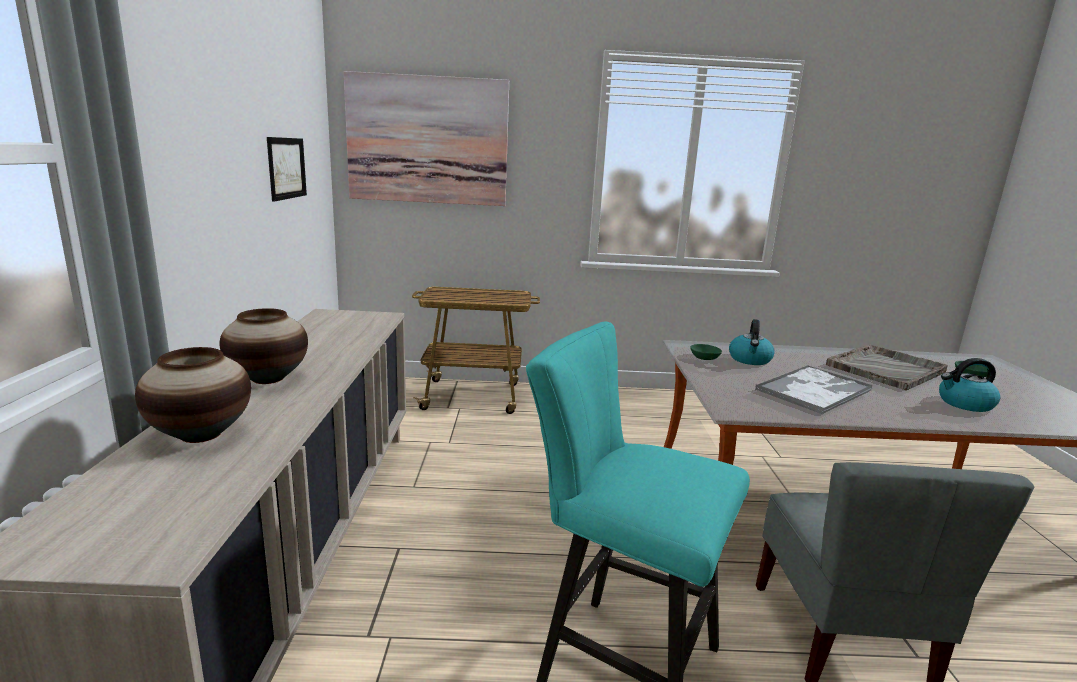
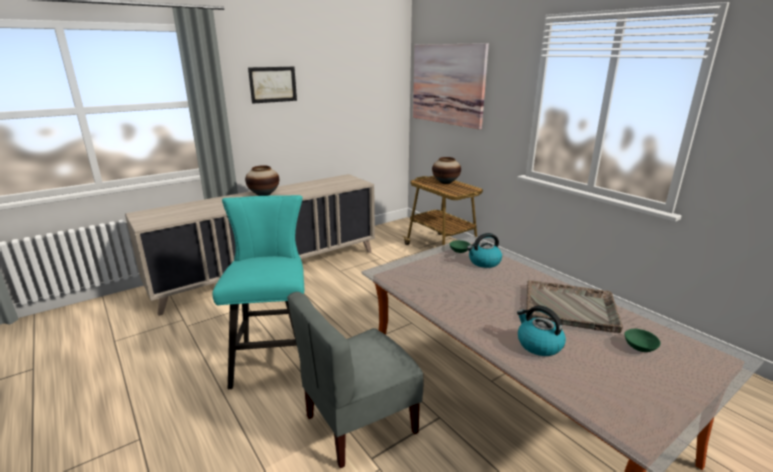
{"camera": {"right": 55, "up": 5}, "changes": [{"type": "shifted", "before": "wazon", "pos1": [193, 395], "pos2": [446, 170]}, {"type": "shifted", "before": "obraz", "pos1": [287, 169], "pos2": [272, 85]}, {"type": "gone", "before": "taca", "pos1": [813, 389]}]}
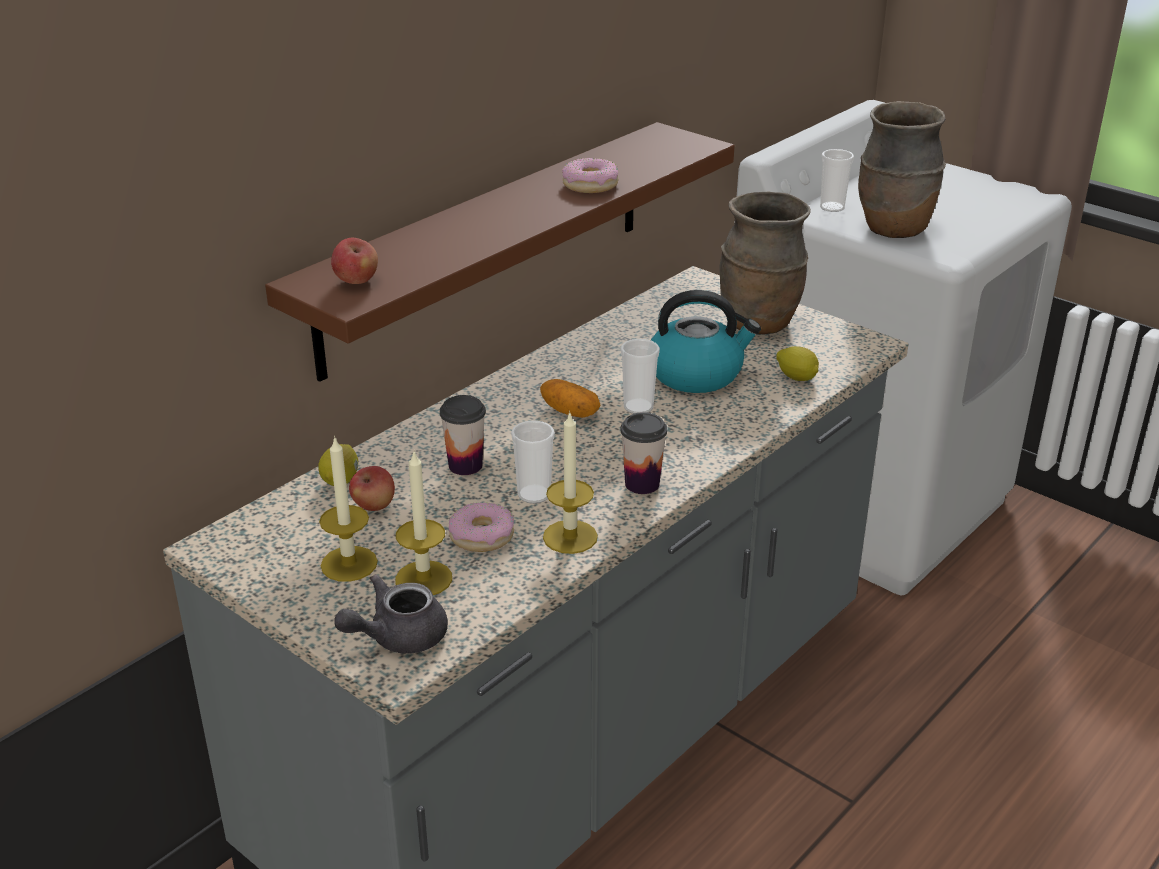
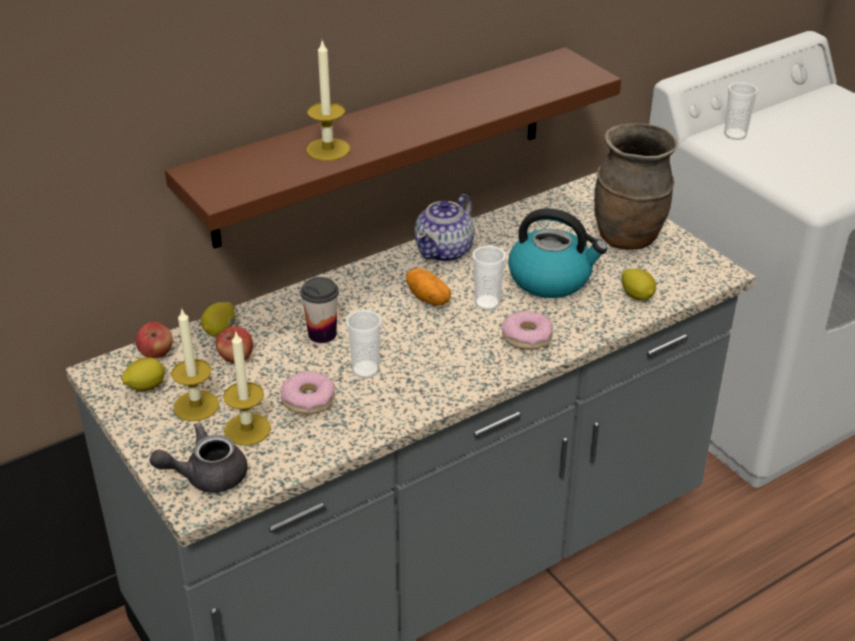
{"camera": {"right": 15, "up": 5}, "changes": [{"type": "shifted", "before": "jabłko", "pos1": [354, 261], "pos2": [154, 340]}, {"type": "shifted", "before": "świeca", "pos1": [570, 482], "pos2": [328, 101]}, {"type": "shifted", "before": "donut", "pos1": [590, 175], "pos2": [527, 330]}, {"type": "gone", "before": "filiżanka", "pos1": [643, 453]}, {"type": "gone", "before": "wazon (brązowy)", "pos1": [902, 169]}, {"type": "new", "after": "cytryna", "pos2": [143, 374]}, {"type": "new", "after": "imbryk", "pos2": [444, 228]}]}
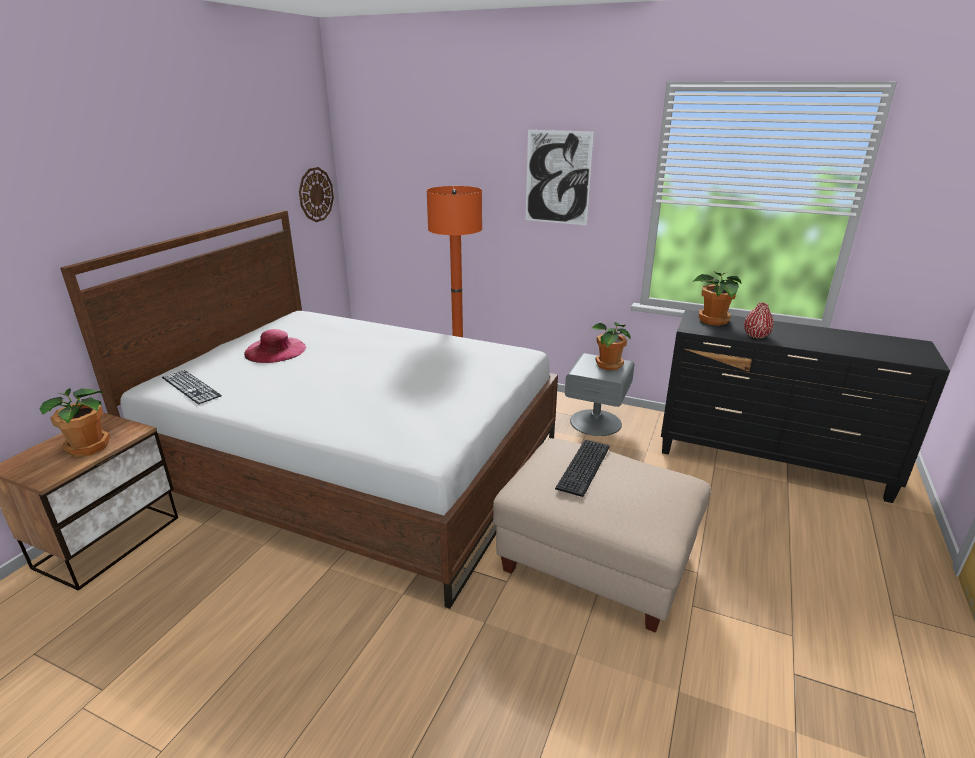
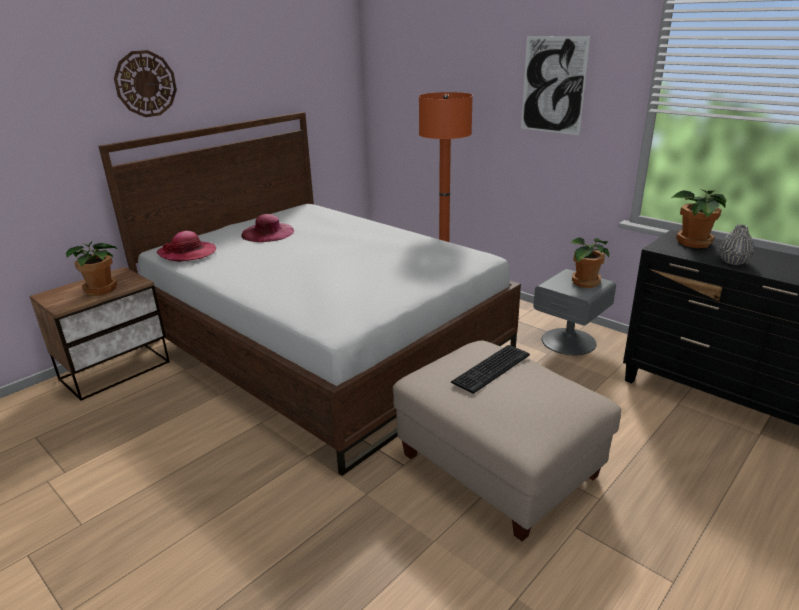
{"camera": {"right": 20, "up": 0}, "changes": [{"type": "swapped", "before": "klawiatura", "after": "kapelusz", "pos1": [192, 387], "pos2": [186, 246]}, {"type": "shifted", "before": "zegar ścienny", "pos1": [316, 194], "pos2": [145, 83]}, {"type": "repainted", "before": "wazon (czerwony)", "after": "wazon (szary)", "pos1": [759, 320], "pos2": [736, 245]}]}
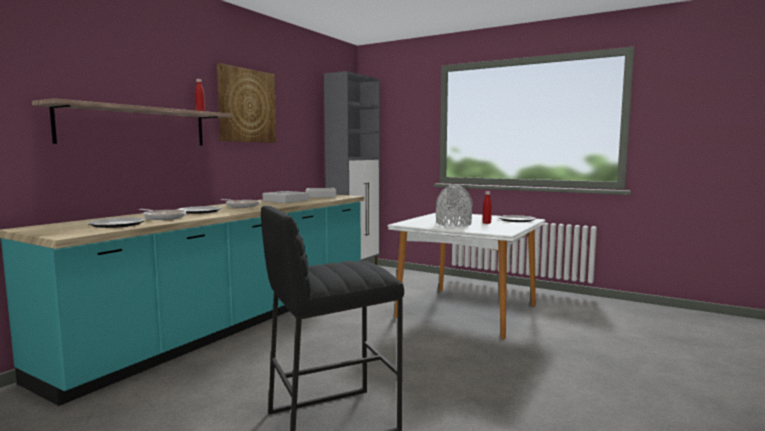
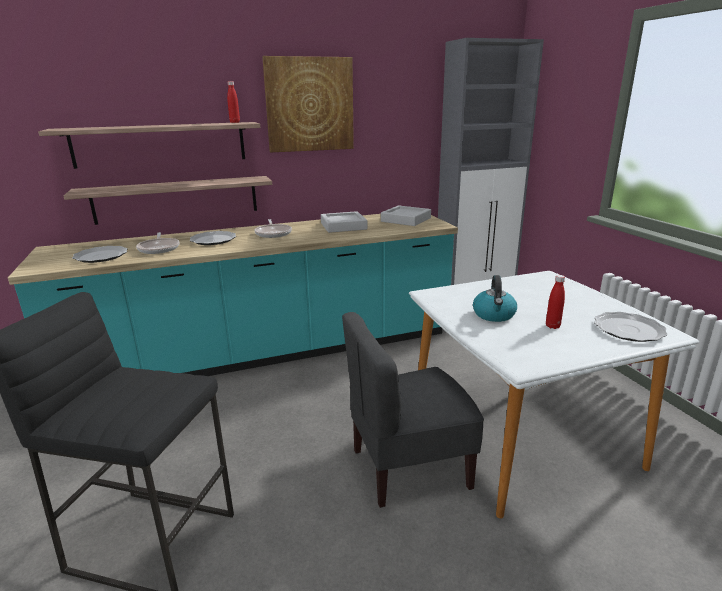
{"camera": {"right": 40, "up": 15}, "changes": [{"type": "swapped", "before": "wazon (szary)", "after": "czajnik", "pos1": [454, 206], "pos2": [495, 298]}, {"type": "new", "after": "półka", "pos2": [168, 200]}, {"type": "new", "after": "krzesło (szary)", "pos2": [413, 410]}]}
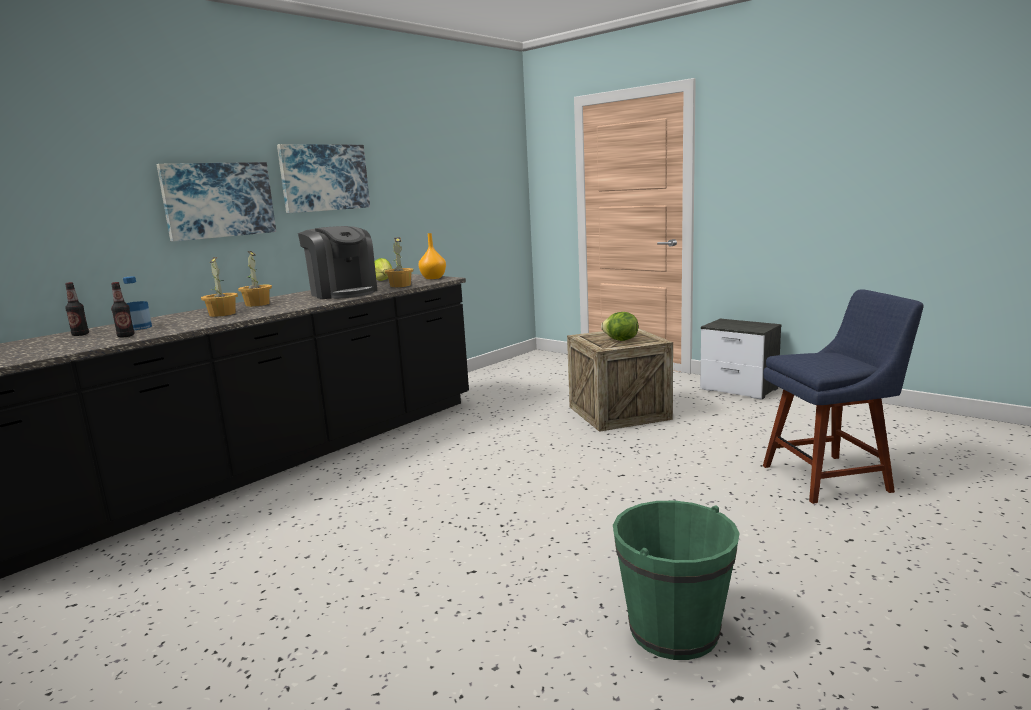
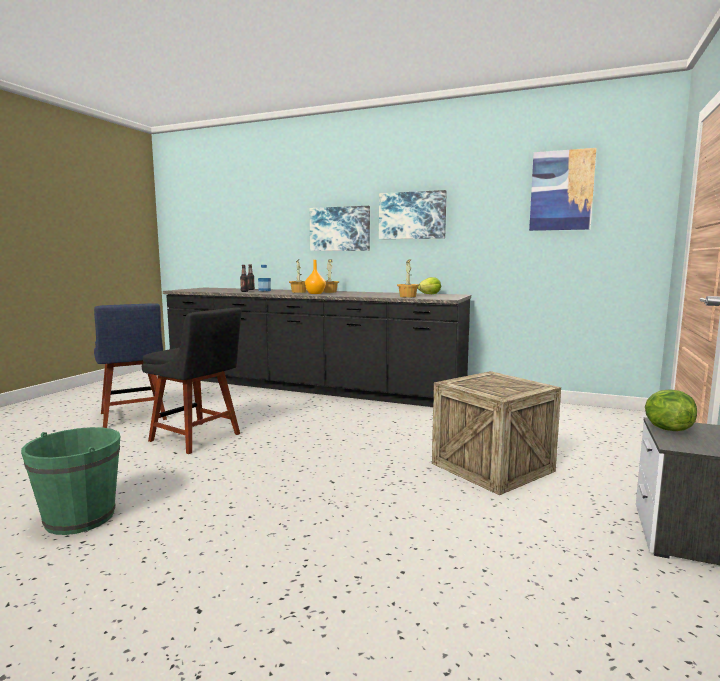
{"camera": {"right": 70, "up": -5}, "changes": [{"type": "gone", "before": "ekspres do kawy", "pos1": [337, 262]}, {"type": "shifted", "before": "wazon (pomarańczowy)", "pos1": [432, 256], "pos2": [315, 277]}, {"type": "shifted", "before": "sałata", "pos1": [619, 326], "pos2": [671, 410]}, {"type": "shifted", "before": "krzesło (niebieski)", "pos1": [843, 396], "pos2": [130, 365]}, {"type": "new", "after": "krzesło (czarny)", "pos2": [192, 381]}, {"type": "new", "after": "obraz", "pos2": [562, 189]}]}
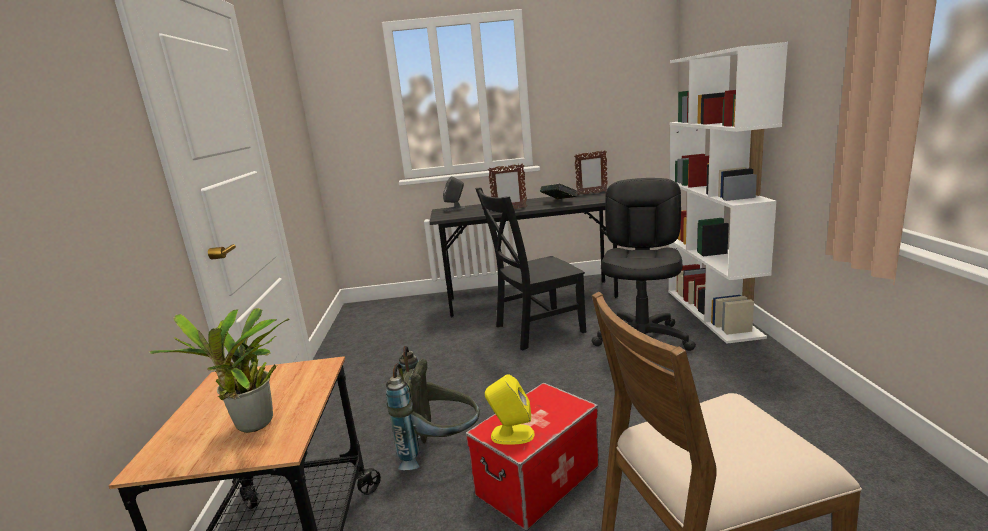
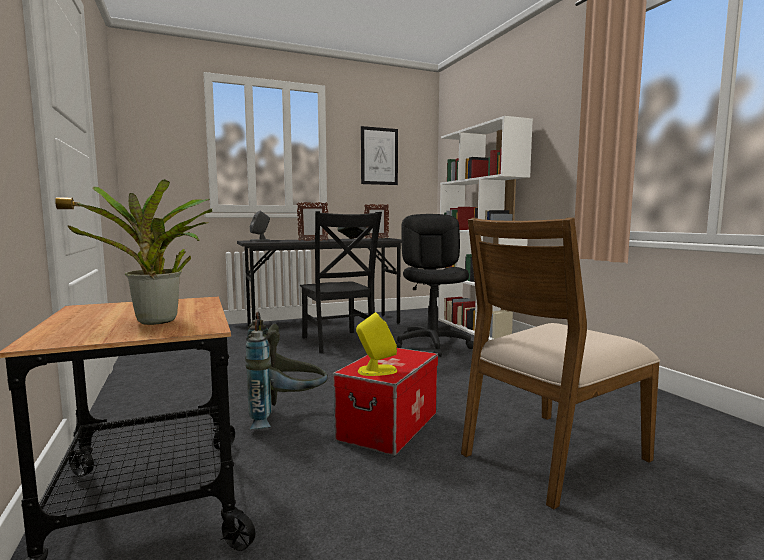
{"camera": {"right": -20, "up": -10}, "changes": [{"type": "rotated", "before": "krzesło (czarny)", "pos1": [530, 268], "pos2": [341, 282], "turn": -75}, {"type": "new", "after": "obraz", "pos2": [379, 155]}]}
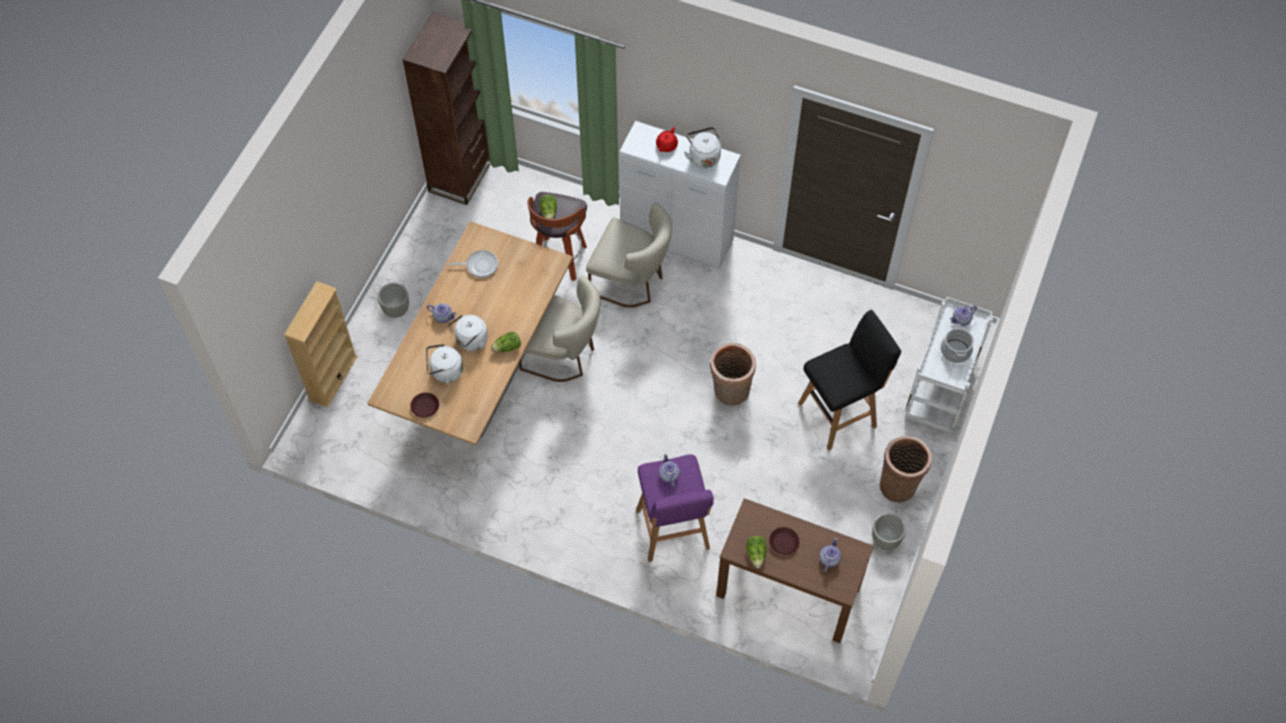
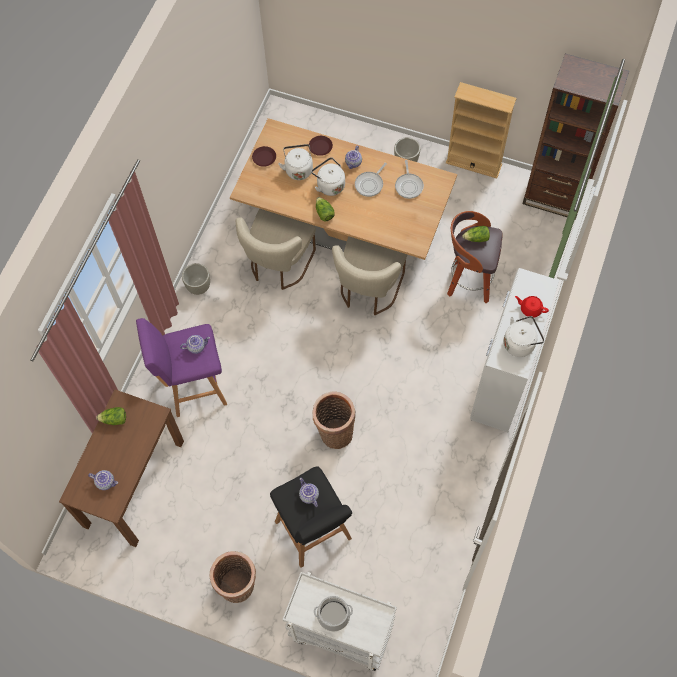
{"camera": {"right": 90, "up": 5}, "changes": [{"type": "shifted", "before": "regał (beżowy)", "pos1": [320, 344], "pos2": [481, 130]}, {"type": "shifted", "before": "krzesło (beżowy)", "pos1": [629, 255], "pos2": [276, 249]}, {"type": "shifted", "before": "talerz (brązowy)", "pos1": [784, 541], "pos2": [321, 146]}, {"type": "shifted", "before": "donica (szary)", "pos1": [889, 531], "pos2": [196, 279]}, {"type": "shifted", "before": "imbryk", "pos1": [963, 316], "pos2": [309, 492]}, {"type": "new", "after": "patelnia", "pos2": [371, 180]}]}
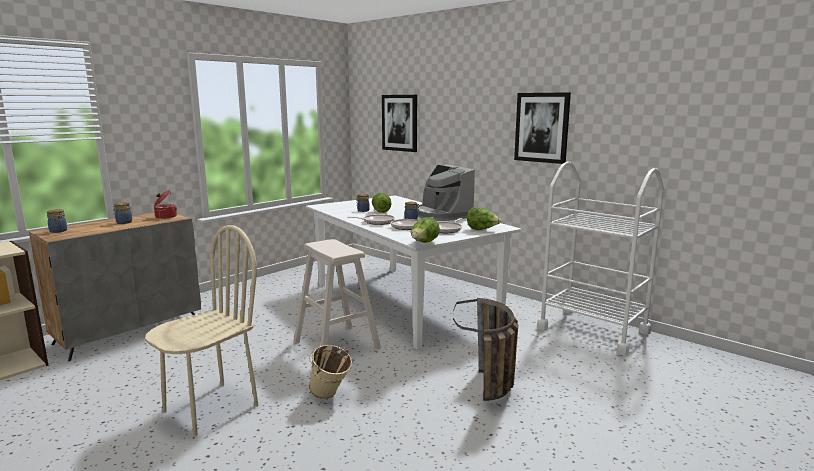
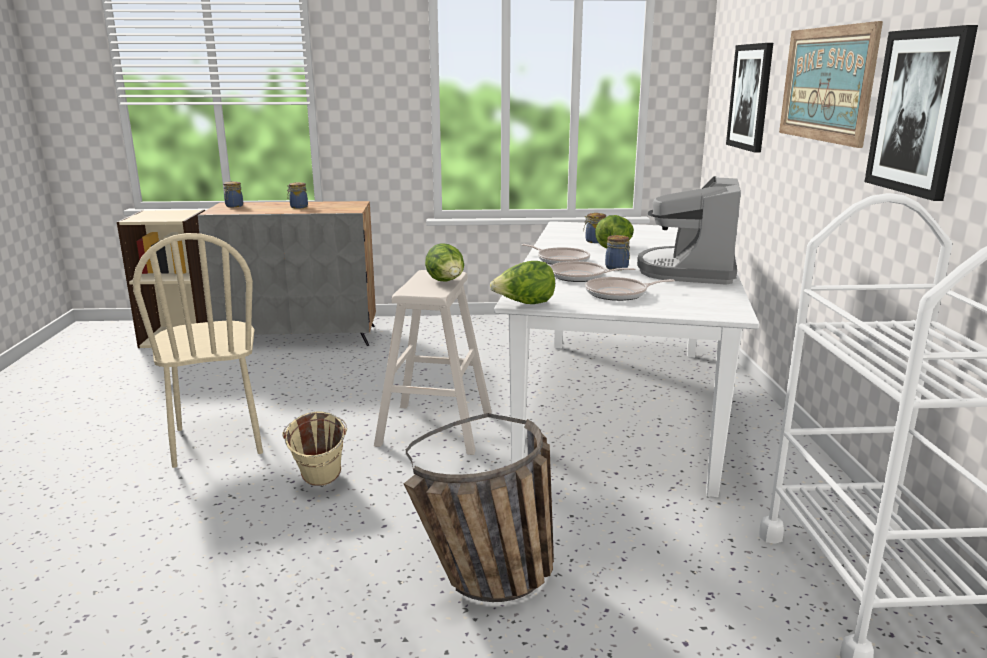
{"camera": {"right": 45, "up": 5}, "changes": [{"type": "rotated", "before": "krzesło (beżowy)", "pos1": [202, 330], "pos2": [198, 350], "turn": 75}, {"type": "gone", "before": "garnek", "pos1": [165, 204]}, {"type": "shifted", "before": "sałata", "pos1": [484, 218], "pos2": [444, 262]}, {"type": "new", "after": "obraz", "pos2": [831, 84]}]}
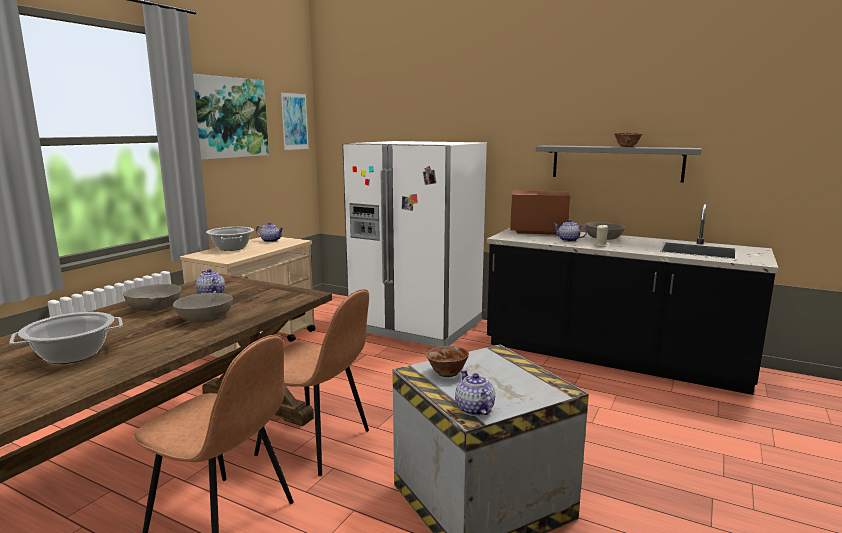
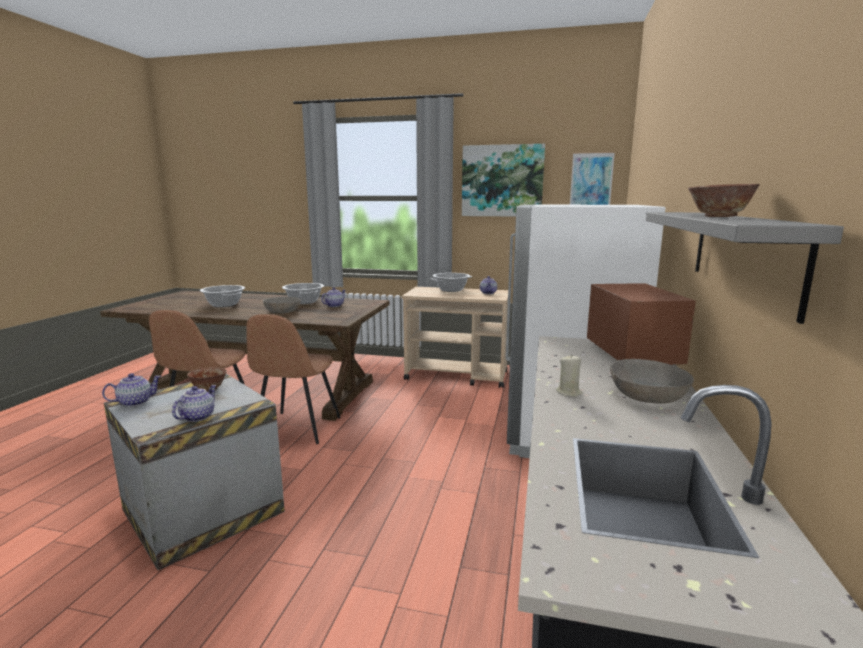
{"camera": {"right": 75, "up": 0}, "changes": [{"type": "swapped", "before": "miska (szary)", "after": "garnek", "pos1": [152, 297], "pos2": [303, 293]}, {"type": "shifted", "before": "imbryk", "pos1": [570, 230], "pos2": [194, 403]}]}
